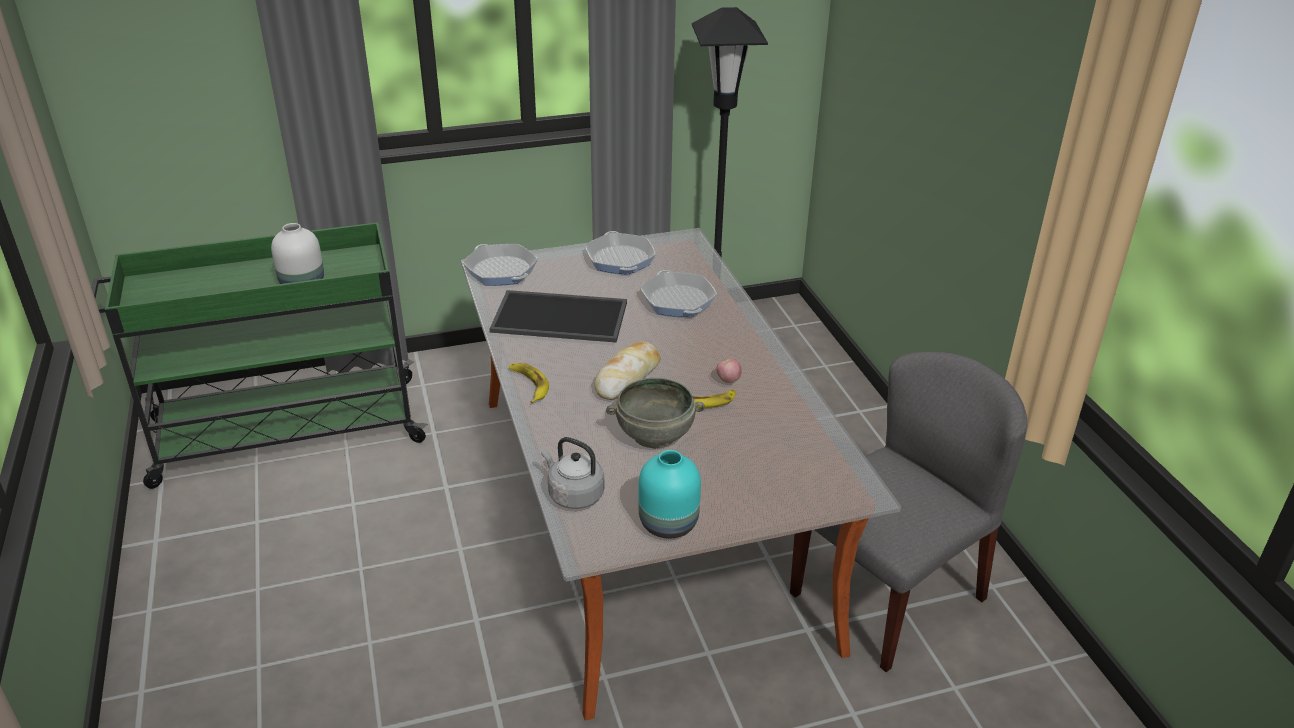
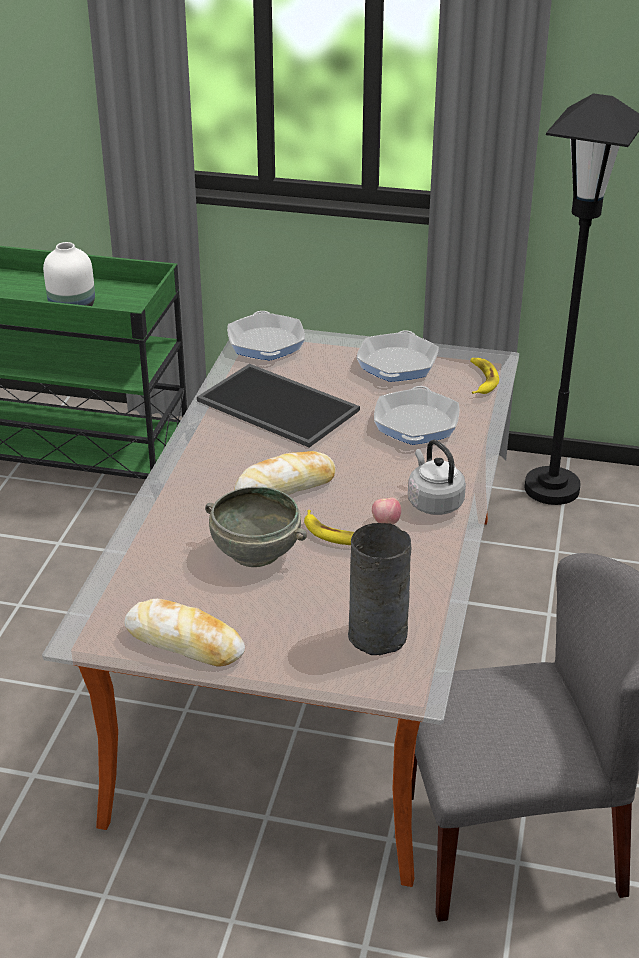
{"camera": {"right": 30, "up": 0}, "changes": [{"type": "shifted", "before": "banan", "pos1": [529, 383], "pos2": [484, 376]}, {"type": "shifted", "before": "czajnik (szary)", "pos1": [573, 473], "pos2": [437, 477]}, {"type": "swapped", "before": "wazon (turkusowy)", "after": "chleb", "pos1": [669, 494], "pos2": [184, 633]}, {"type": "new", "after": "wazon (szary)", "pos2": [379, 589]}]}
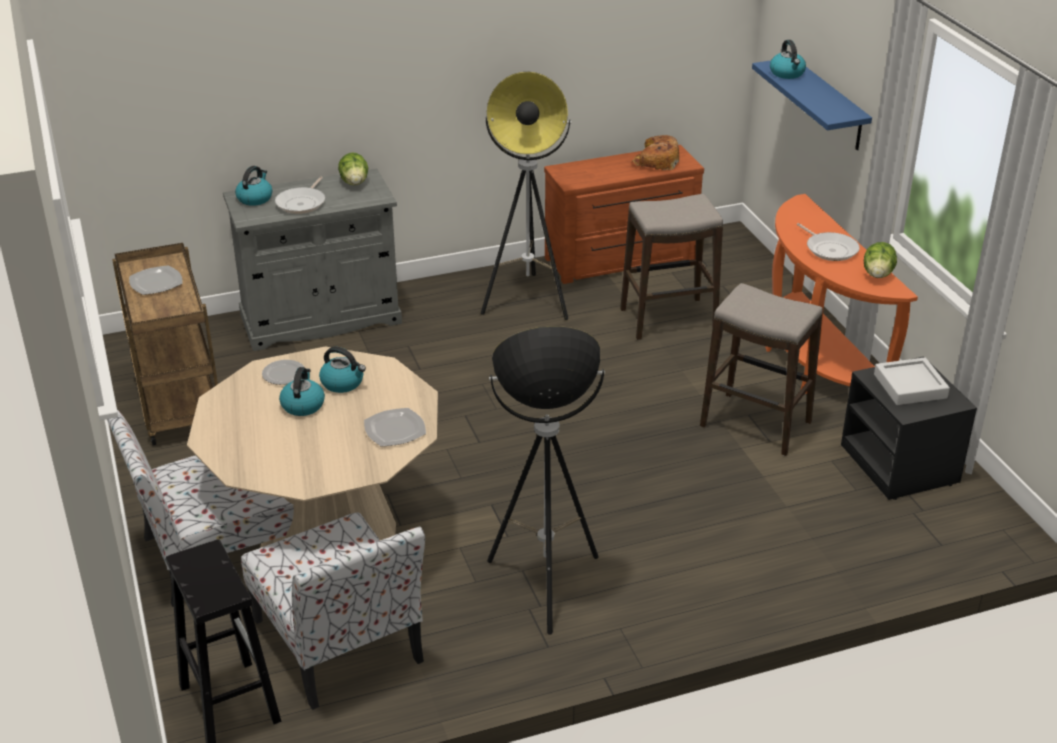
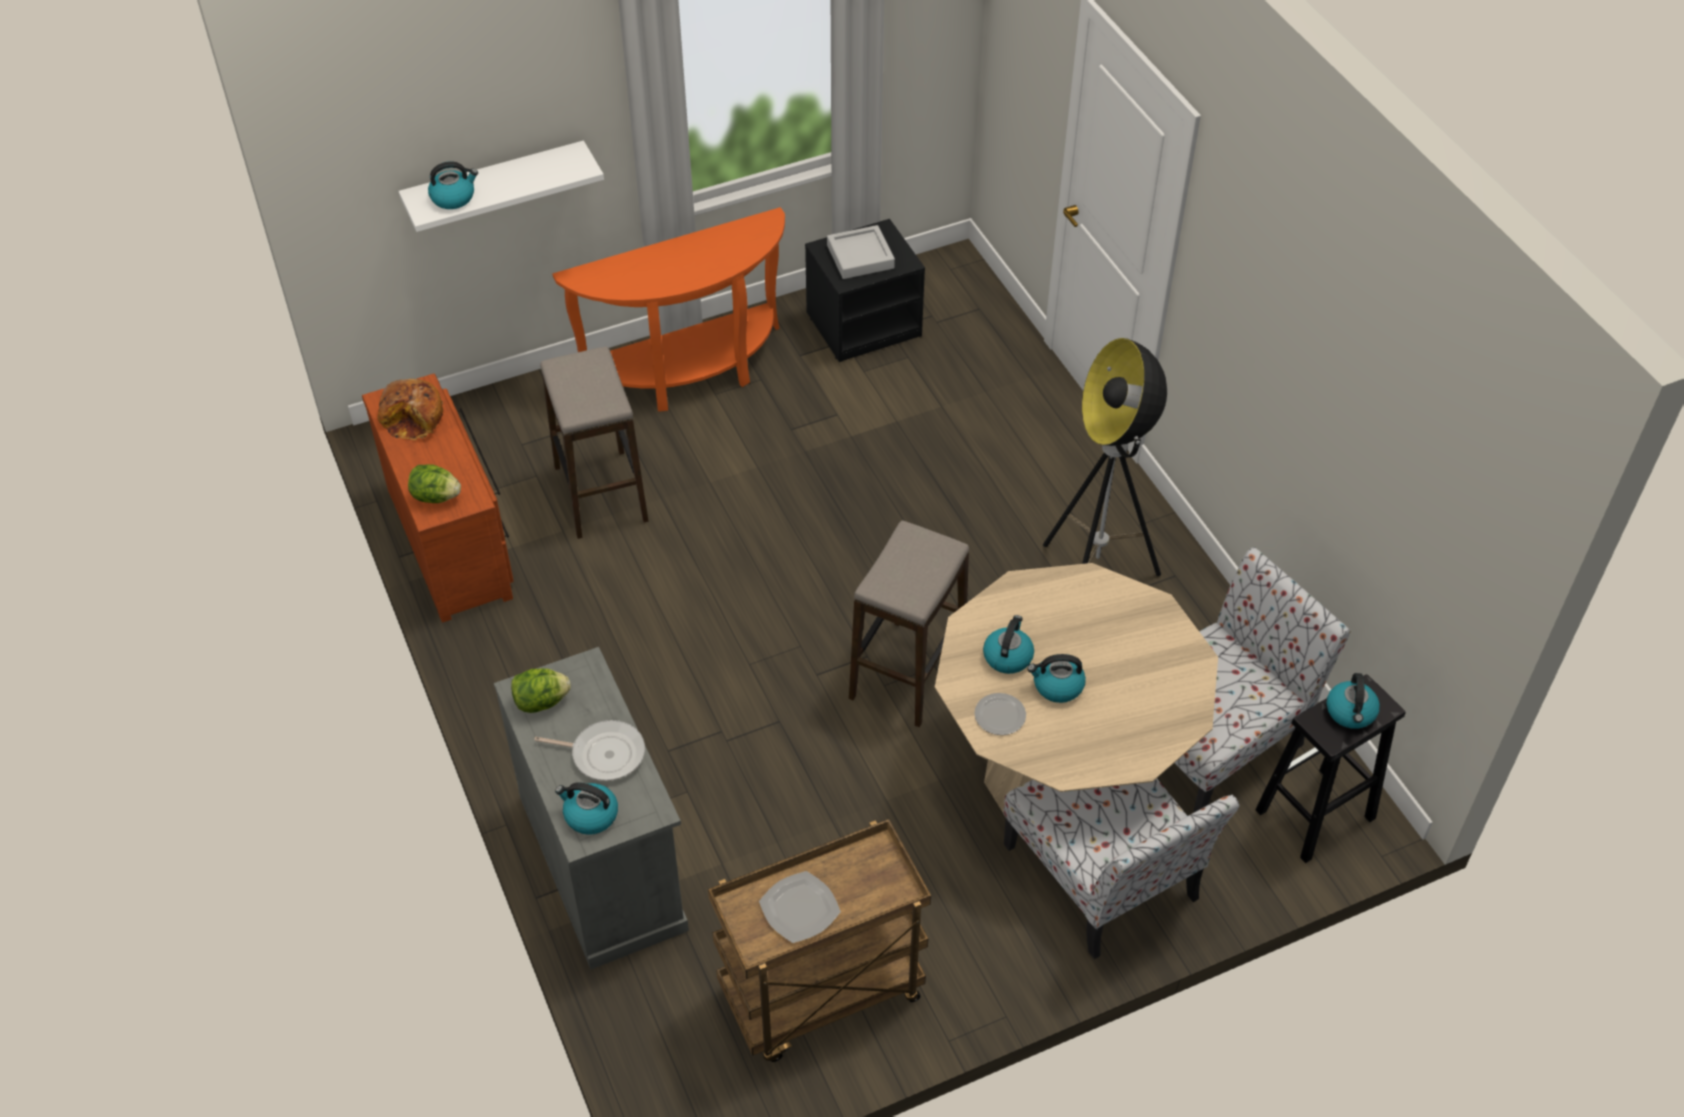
{"camera": {"right": -95, "up": 15}, "changes": [{"type": "gone", "before": "talerz", "pos1": [395, 427]}, {"type": "gone", "before": "lampa stojąca", "pos1": [526, 196]}, {"type": "shifted", "before": "stołek", "pos1": [761, 369], "pos2": [909, 623]}, {"type": "repainted", "before": "półka (niebieski)", "after": "półka (biały)", "pos1": [812, 105], "pos2": [501, 186]}, {"type": "gone", "before": "patelnia", "pos1": [828, 242]}, {"type": "shifted", "before": "sałata", "pos1": [880, 260], "pos2": [434, 483]}, {"type": "new", "after": "czajnik", "pos2": [1353, 701]}]}
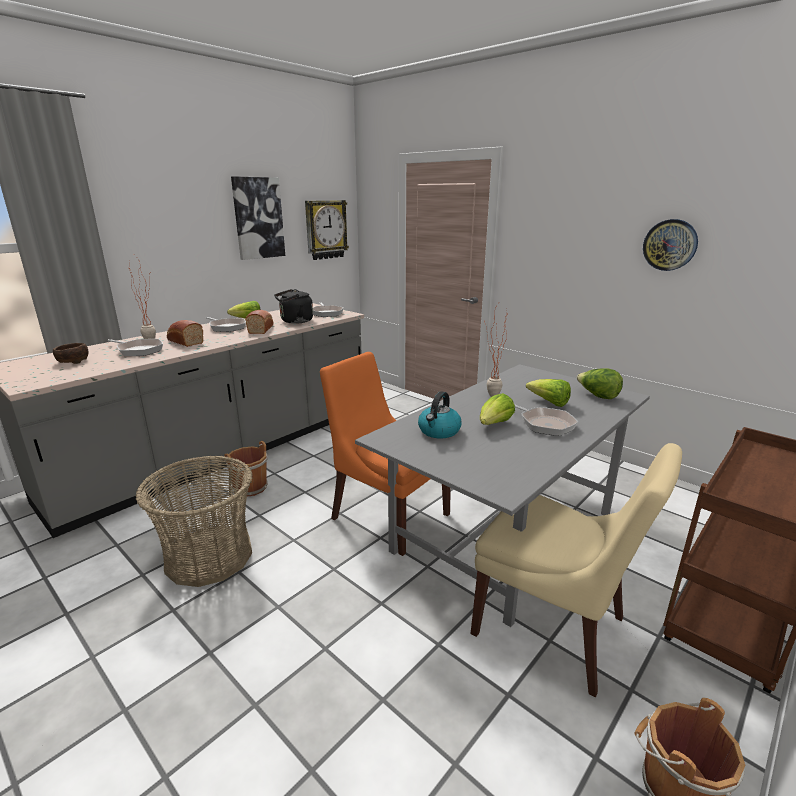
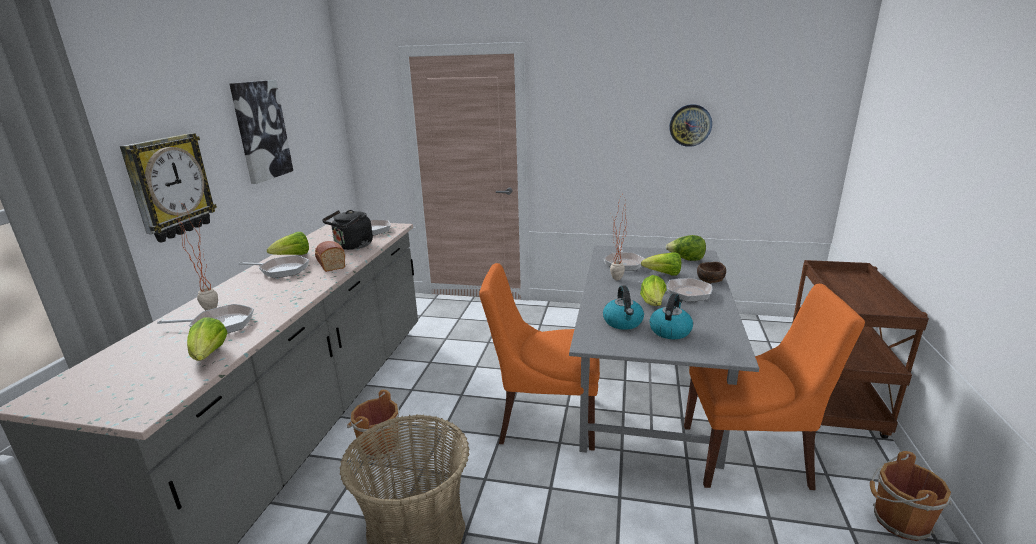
{"camera": {"right": -30, "up": 0}, "changes": [{"type": "shifted", "before": "miska (brązowy)", "pos1": [71, 353], "pos2": [711, 273]}, {"type": "gone", "before": "chleb", "pos1": [185, 333]}, {"type": "shifted", "before": "zegar ścienny", "pos1": [327, 230], "pos2": [168, 187]}, {"type": "repainted", "before": "krzesło (beżowy)", "after": "krzesło (pomarańczowy)", "pos1": [576, 570], "pos2": [774, 387]}, {"type": "new", "after": "sałata", "pos2": [207, 339]}, {"type": "new", "after": "patelnia", "pos2": [624, 257]}, {"type": "new", "after": "czajnik", "pos2": [671, 316]}]}
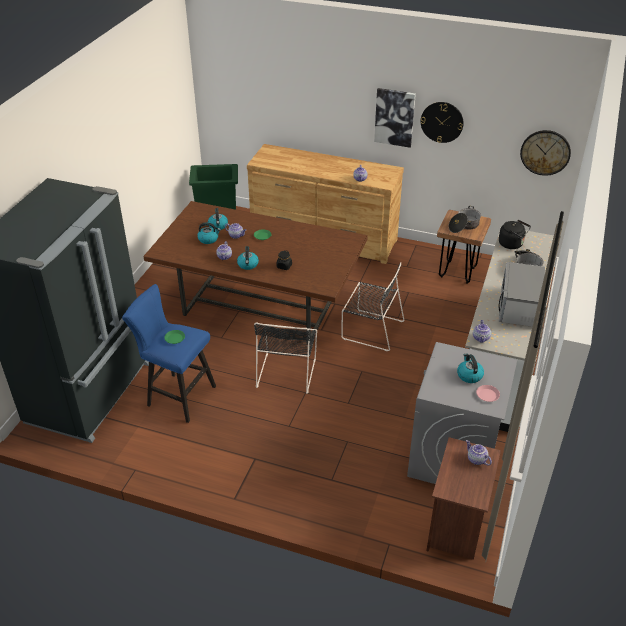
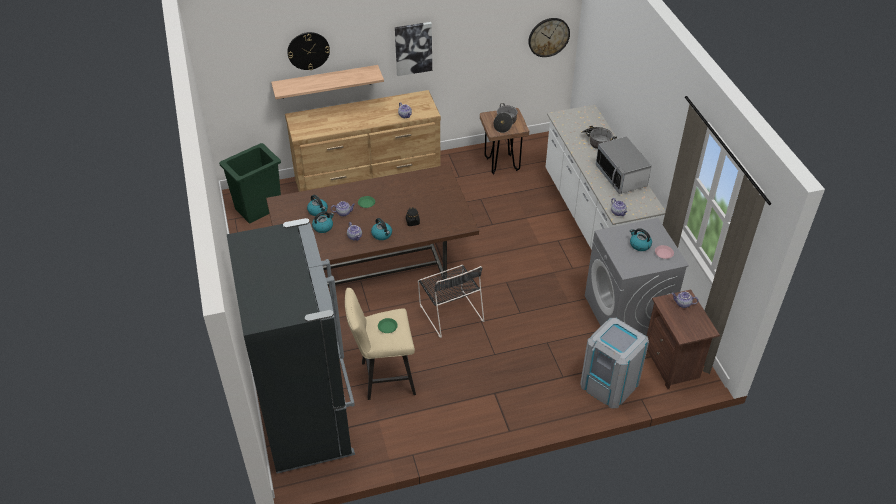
{"camera": {"right": -35, "up": 5}, "changes": [{"type": "repainted", "before": "stołek (niebieski)", "after": "stołek (beżowy)", "pos1": [169, 353], "pos2": [380, 344]}, {"type": "gone", "before": "krzesło (czarny)", "pos1": [373, 306]}, {"type": "shifted", "before": "zegar ścienny", "pos1": [442, 122], "pos2": [308, 51]}, {"type": "gone", "before": "czajnik (czarny)", "pos1": [515, 234]}, {"type": "new", "after": "półka", "pos2": [327, 82]}, {"type": "new", "after": "kosz na śmieci (szary)", "pos2": [614, 363]}]}
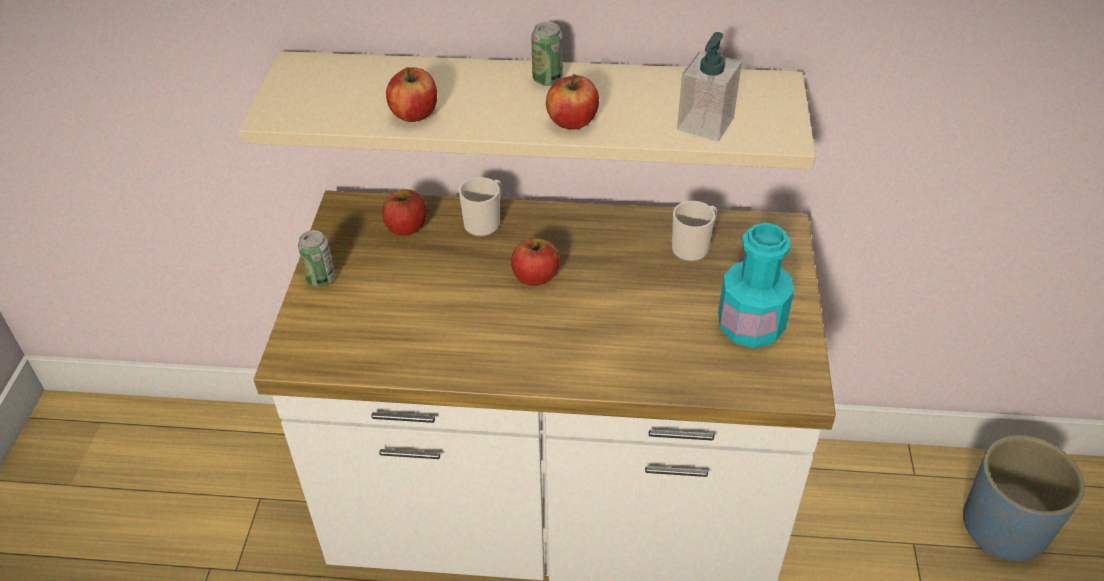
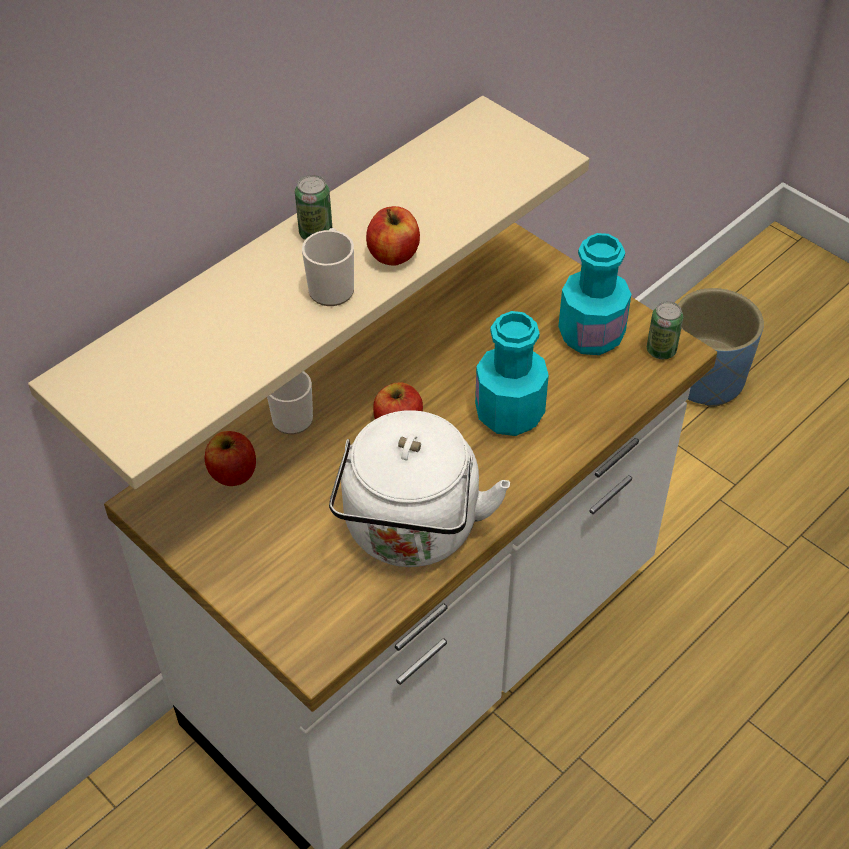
{"camera": {"right": -50, "up": 5}, "changes": [{"type": "shifted", "before": "puszka", "pos1": [316, 258], "pos2": [665, 330]}, {"type": "gone", "before": "jabłko", "pos1": [411, 94]}, {"type": "shifted", "before": "kubek", "pos1": [694, 231], "pos2": [328, 267]}, {"type": "gone", "before": "dozownik mydła", "pos1": [709, 86]}, {"type": "new", "after": "czajnik (biały)", "pos2": [419, 488]}, {"type": "new", "after": "butelka (turkusowy)", "pos2": [512, 373]}]}
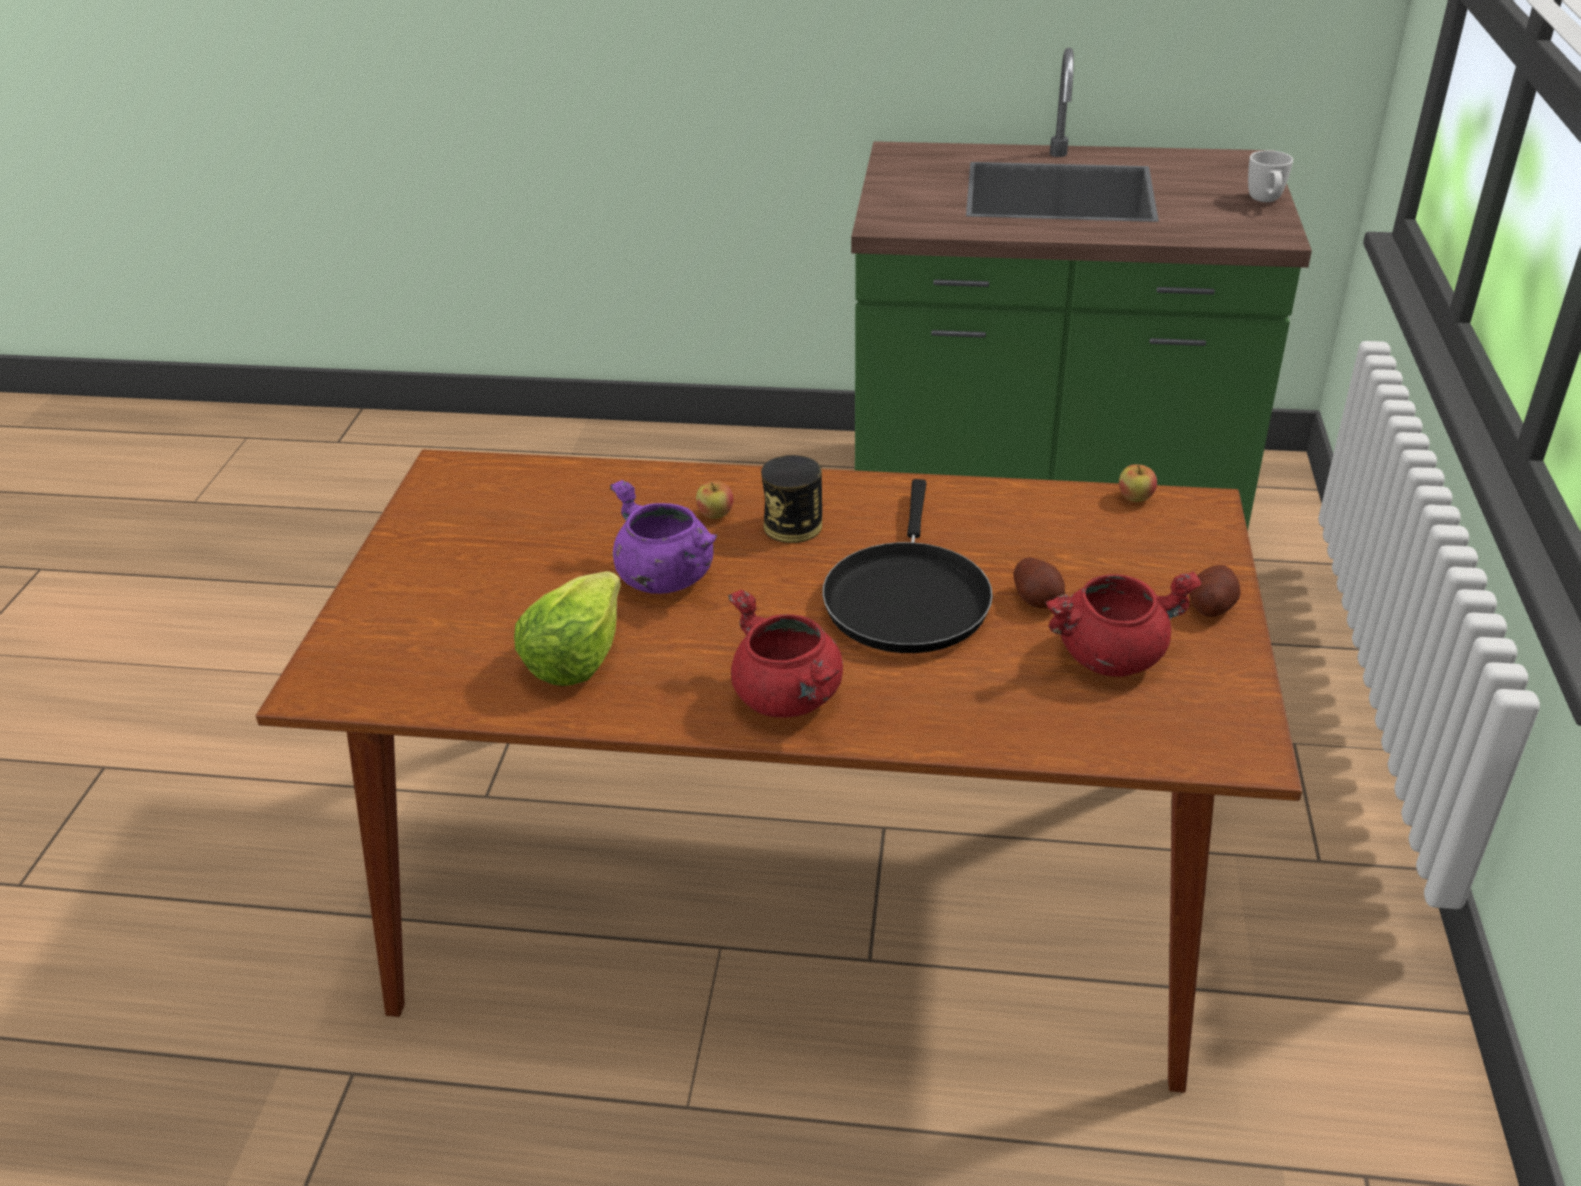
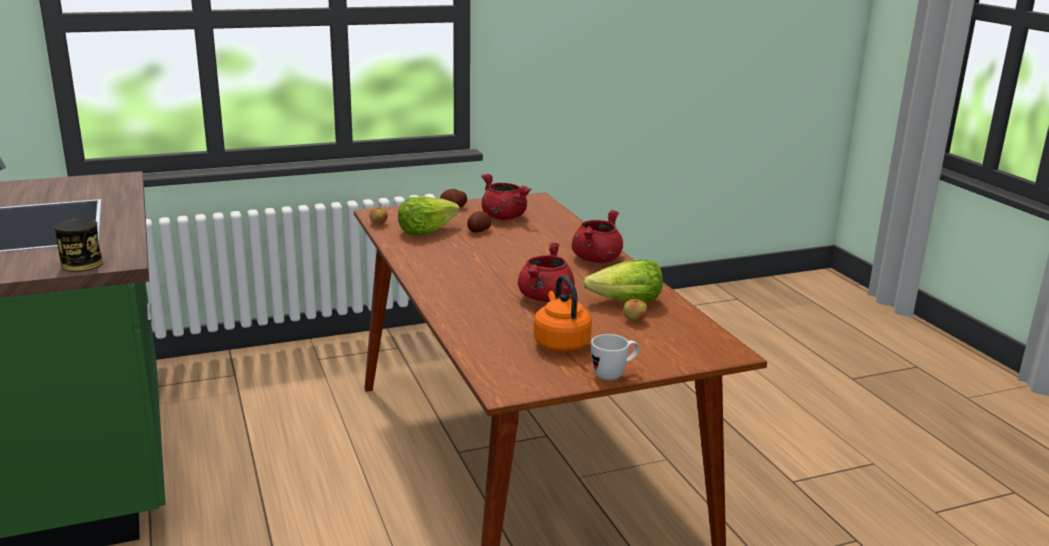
{"camera": {"right": -120, "up": -15}, "changes": [{"type": "repainted", "before": "garnek (fioletowy)", "after": "garnek (czerwony)", "pos1": [664, 537], "pos2": [546, 272]}, {"type": "shifted", "before": "jabłko", "pos1": [714, 500], "pos2": [635, 309]}, {"type": "shifted", "before": "puszka", "pos1": [791, 499], "pos2": [79, 245]}, {"type": "gone", "before": "patelnia (czarny)", "pos1": [907, 566]}, {"type": "shifted", "before": "kubek (biały)", "pos1": [1270, 176], "pos2": [615, 357]}, {"type": "new", "after": "sałata", "pos2": [429, 216]}, {"type": "new", "after": "czajnik (pomarańczowy)", "pos2": [563, 314]}]}
